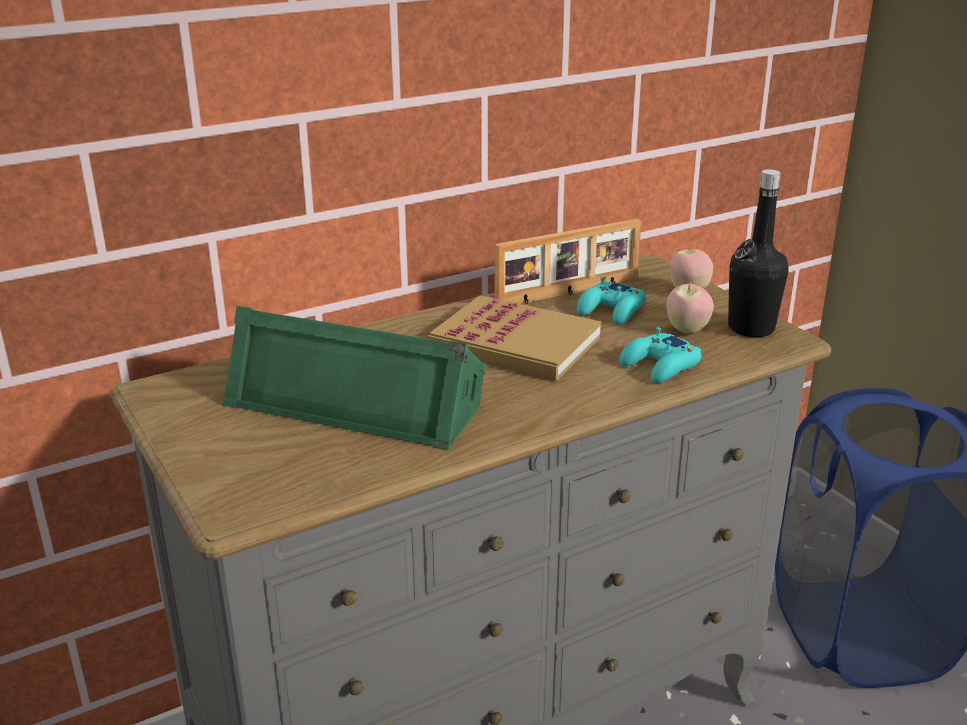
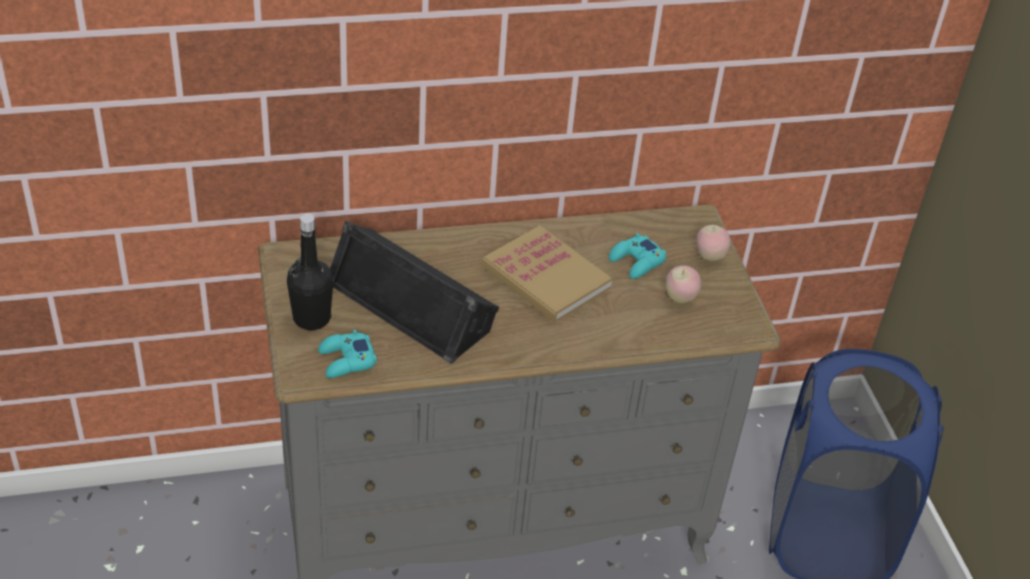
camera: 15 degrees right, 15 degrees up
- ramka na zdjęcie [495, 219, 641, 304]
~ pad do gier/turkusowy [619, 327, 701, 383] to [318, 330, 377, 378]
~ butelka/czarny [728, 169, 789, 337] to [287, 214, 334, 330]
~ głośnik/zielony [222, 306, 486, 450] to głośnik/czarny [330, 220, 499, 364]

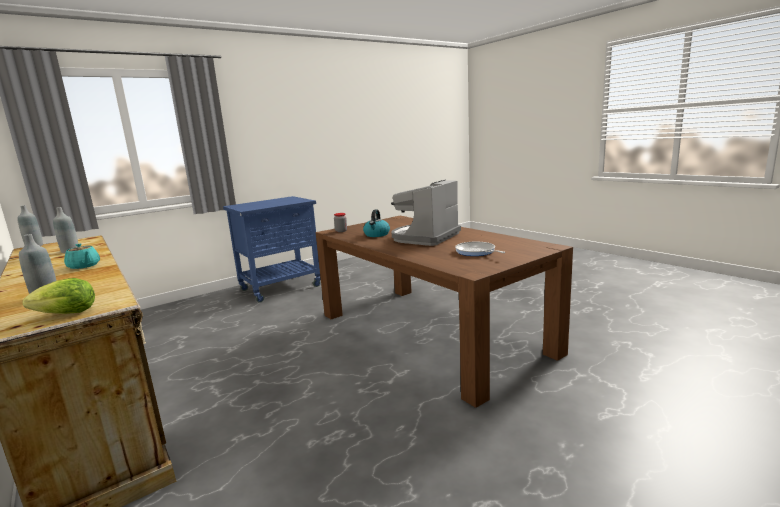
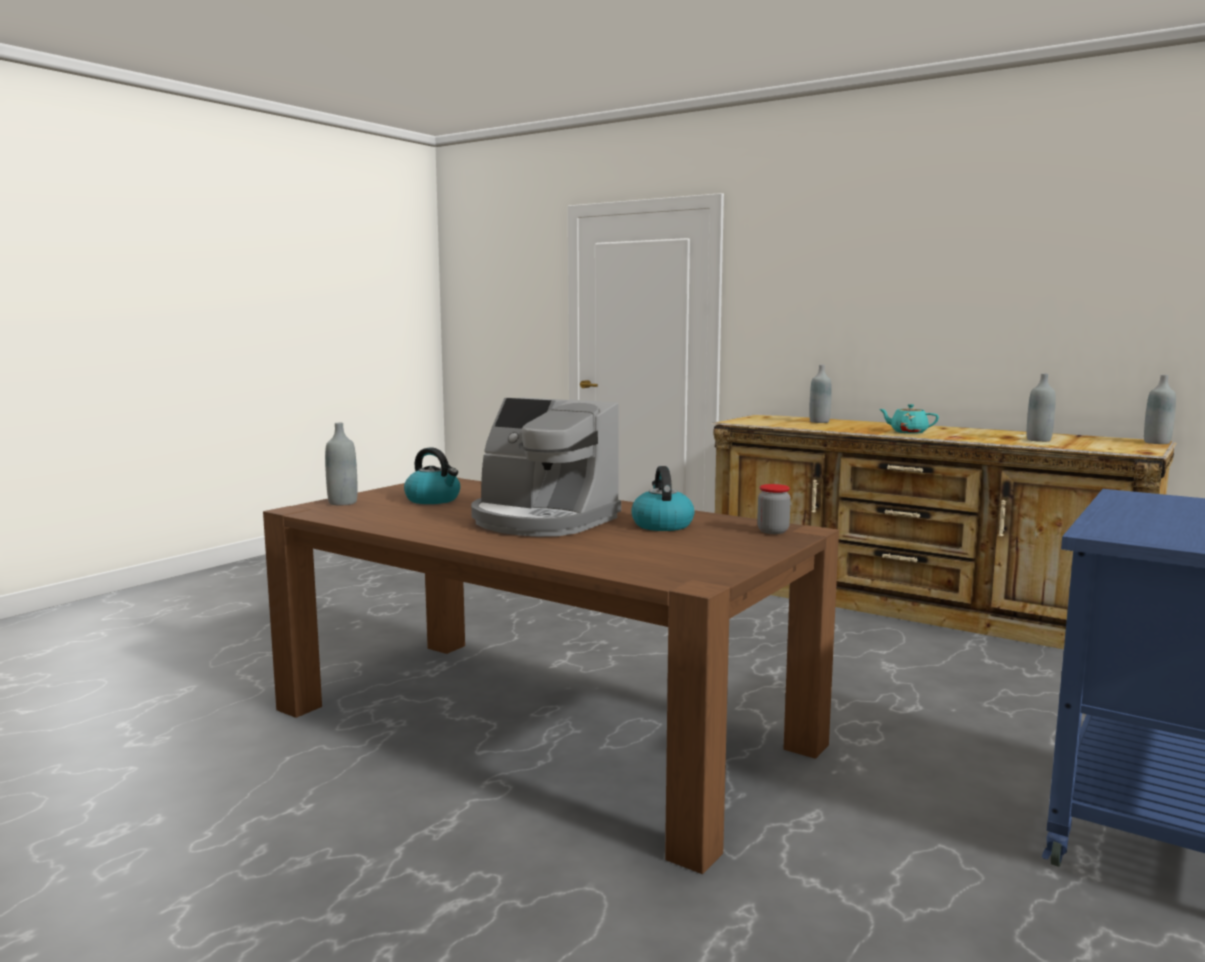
camera: 160 degrees right, 5 degrees down
- sałata [22, 278, 95, 314]
+ butelka/szary [325, 423, 358, 505]
~ patelnia [455, 242, 505, 256] to czajnik [404, 447, 460, 504]
~ ekspres do kawy [391, 180, 461, 246] = [471, 397, 621, 537] 105 degrees clockwise

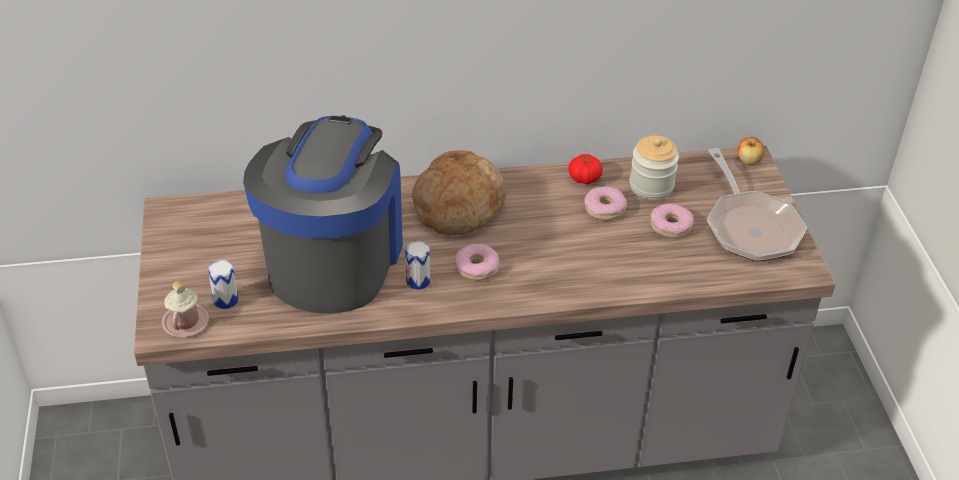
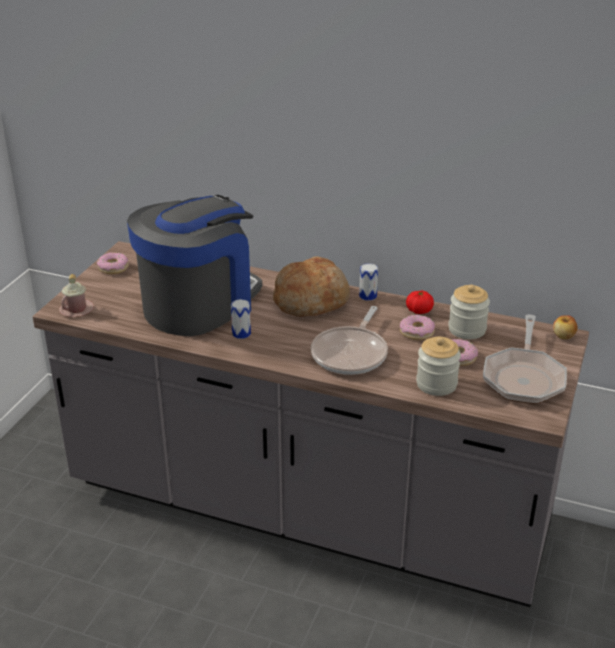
camera: 30 degrees right, 10 degrees down
+ patelnia [311, 306, 388, 375]
+ słoik [416, 337, 461, 396]
~ puszka [208, 260, 239, 309] to [359, 263, 378, 301]
~ donut [456, 244, 499, 280] to [97, 253, 129, 274]

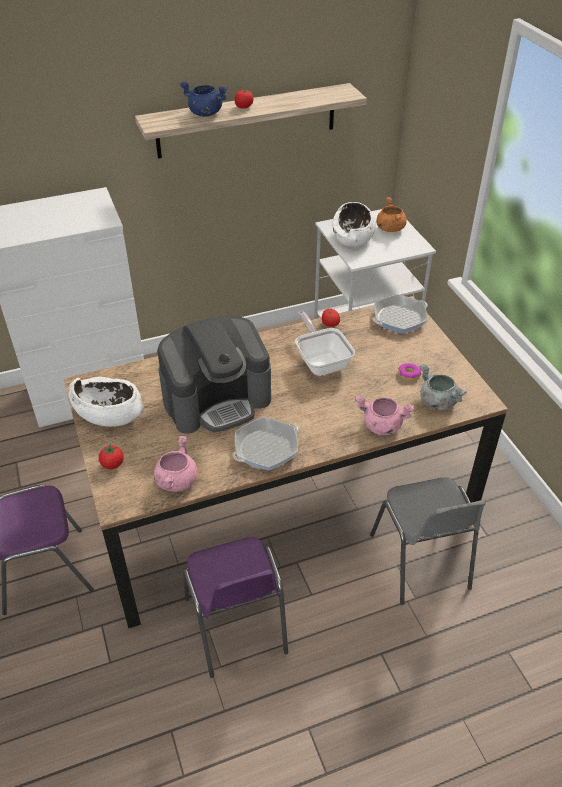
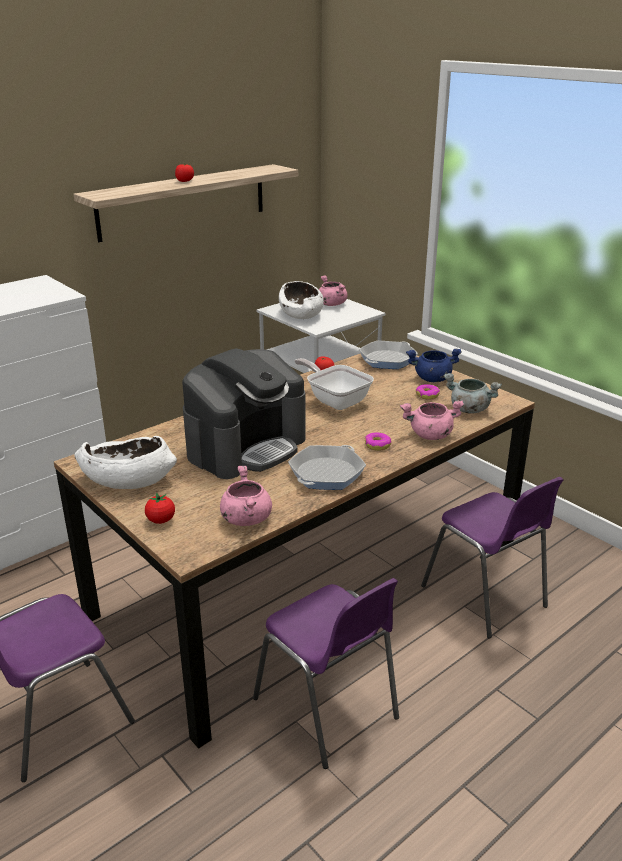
camera: 20 degrees left, 15 degrees down
+ donut [365, 432, 391, 451]
~ garnek/niebieski [180, 81, 228, 117] to [406, 348, 462, 382]
~ krzesło/szary [370, 477, 486, 605] to krzesło/fioletowy [421, 477, 564, 638]
~ garnek/pomarańczowy [376, 197, 407, 232] to garnek/różowy [319, 276, 347, 306]

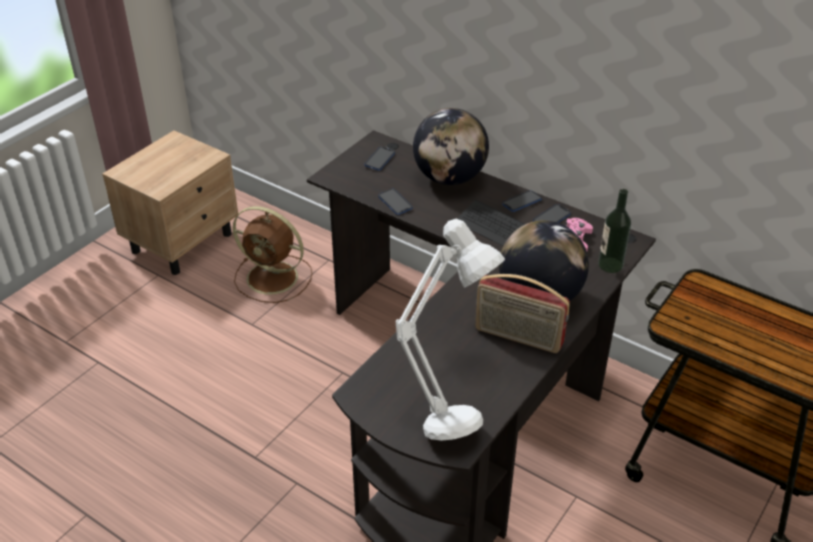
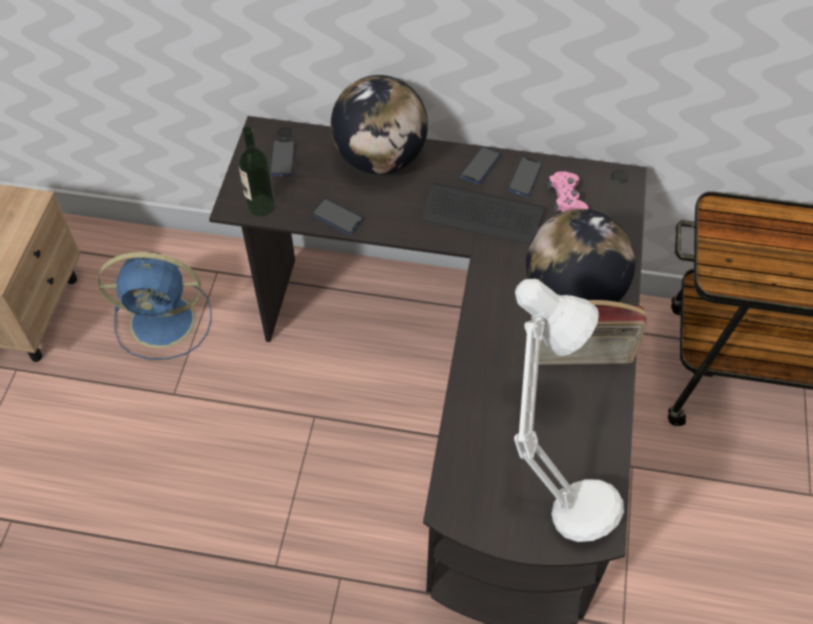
camera: 25 degrees left, 15 degrees up
~ butelka [598, 189, 631, 273] to [238, 126, 276, 216]
~ wentylator/brązowy [233, 206, 312, 303] to wentylator/niebieski [98, 252, 211, 359]

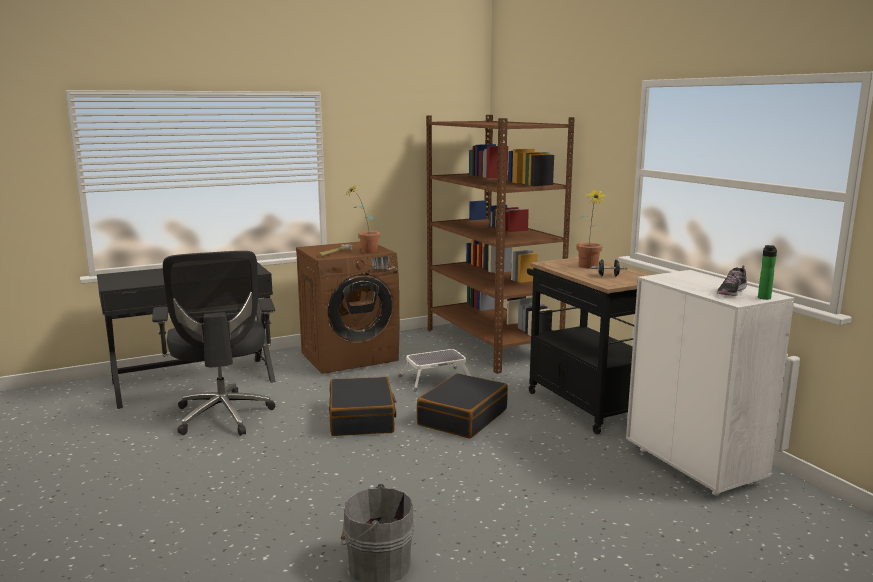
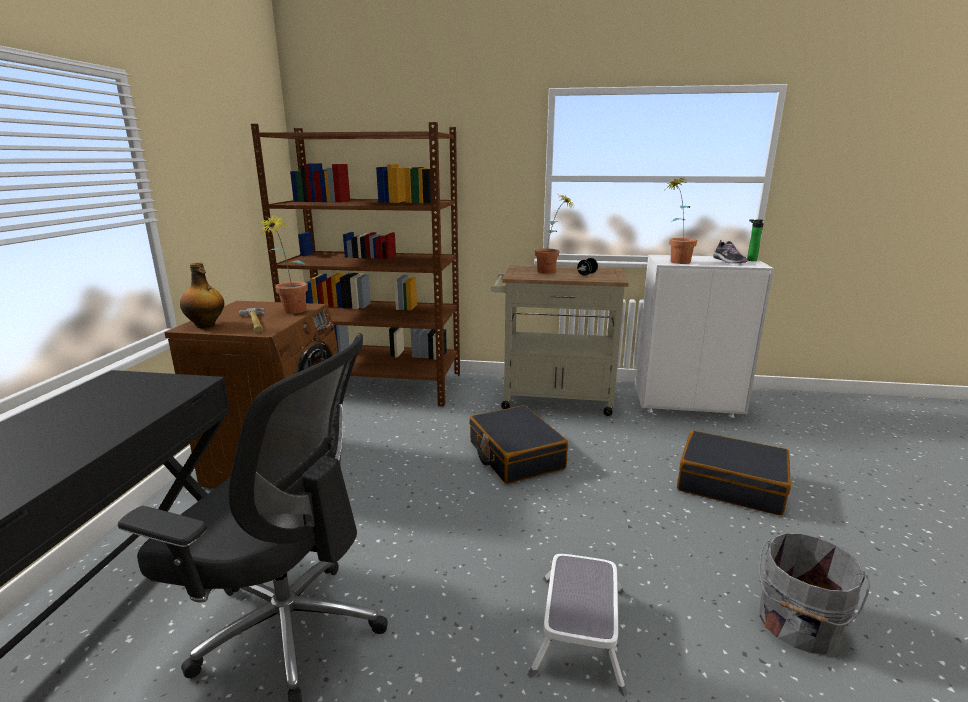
camera: 55 degrees left, 5 degrees up
+ butelka [180, 262, 224, 328]
+ roślina doniczkowa [665, 176, 697, 264]
~ walizka/czarny [329, 377, 397, 436] to [677, 430, 791, 516]
~ drabinka/szary [398, 349, 471, 392] to [528, 554, 627, 697]
~ wózek/czarny [527, 257, 649, 435] to wózek/beżowy [490, 265, 629, 416]

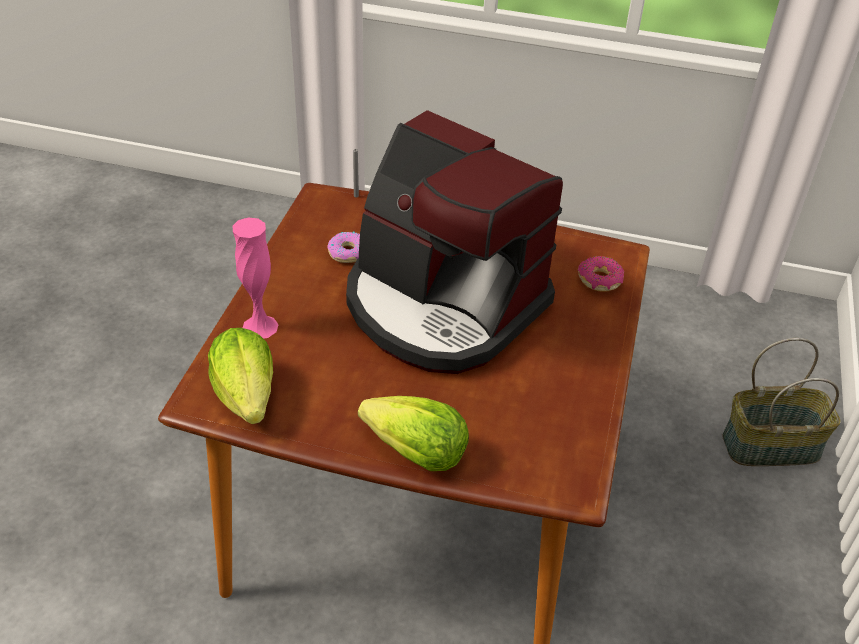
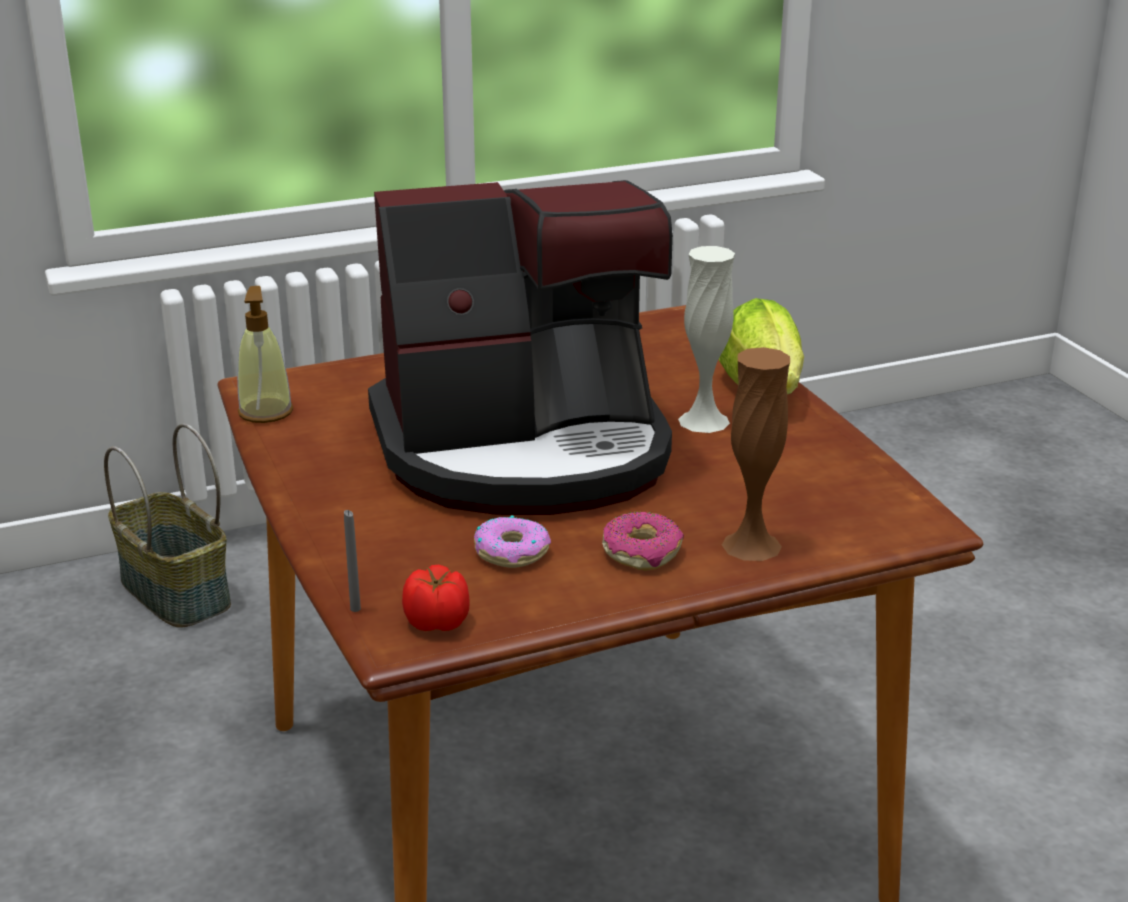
camera: 125 degrees left, 15 degrees down
- sałata [208, 328, 273, 424]
+ dozownik mydła [237, 286, 293, 423]
+ pomidor [402, 564, 470, 631]
+ wazon/biały [678, 246, 735, 433]
~ donut [578, 256, 624, 291] to [602, 512, 684, 571]
~ wazon/różowy [232, 217, 279, 339] to wazon/brązowy [722, 347, 790, 561]
~ ekspres do kawy [346, 110, 563, 374] = [368, 180, 673, 515] 75 degrees clockwise

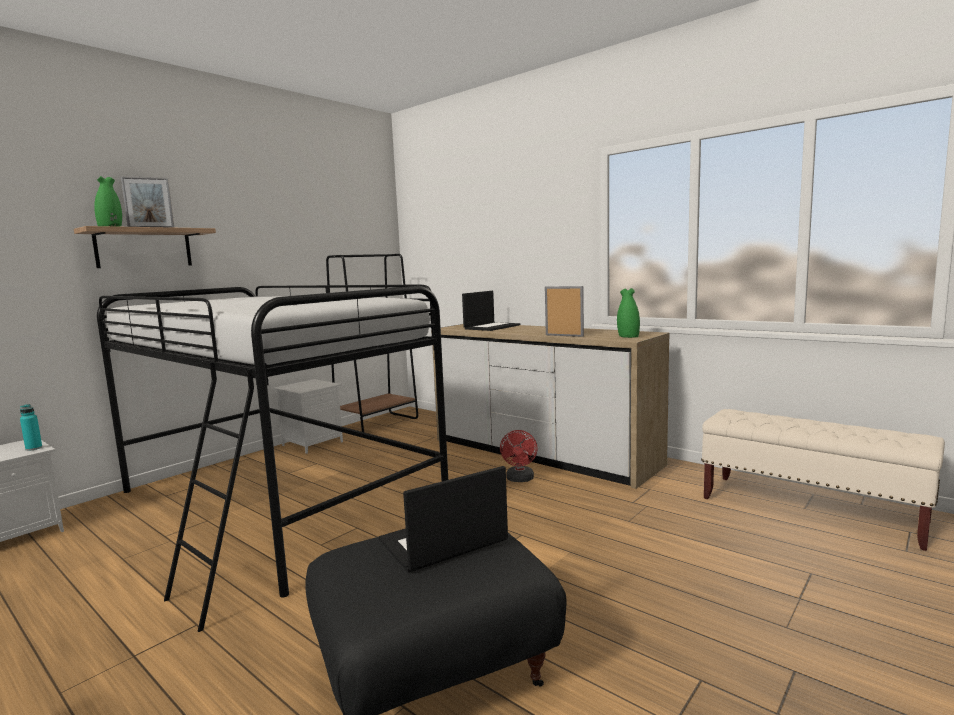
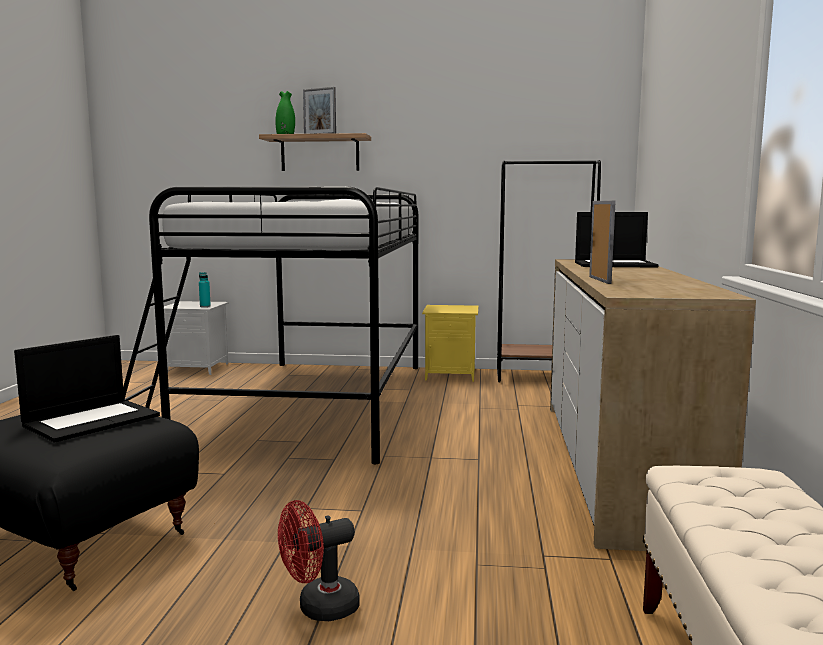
camera: 55 degrees right, 0 degrees up
- wazon/zielony [617, 288, 640, 338]
~ wentylator/czerwony [500, 430, 538, 482] to [278, 500, 359, 621]
~ szafka nocna/szary [273, 379, 343, 454] to szafka nocna/żółty [422, 305, 478, 382]
~ laptop [379, 466, 508, 573] = [14, 335, 160, 443] 105 degrees clockwise

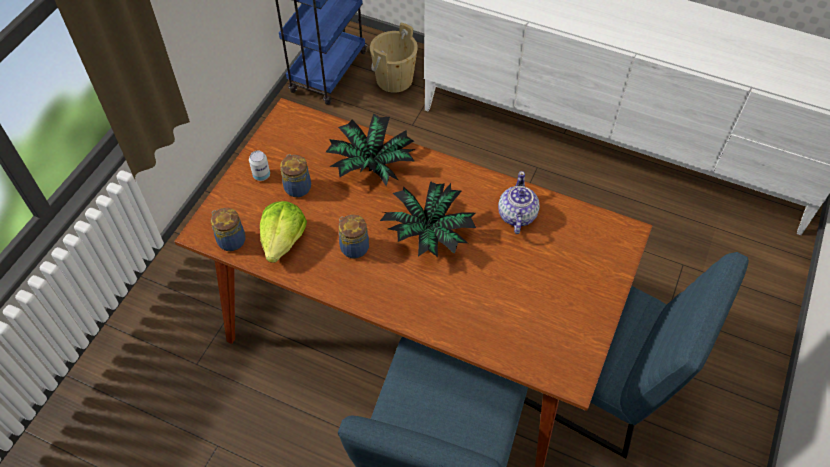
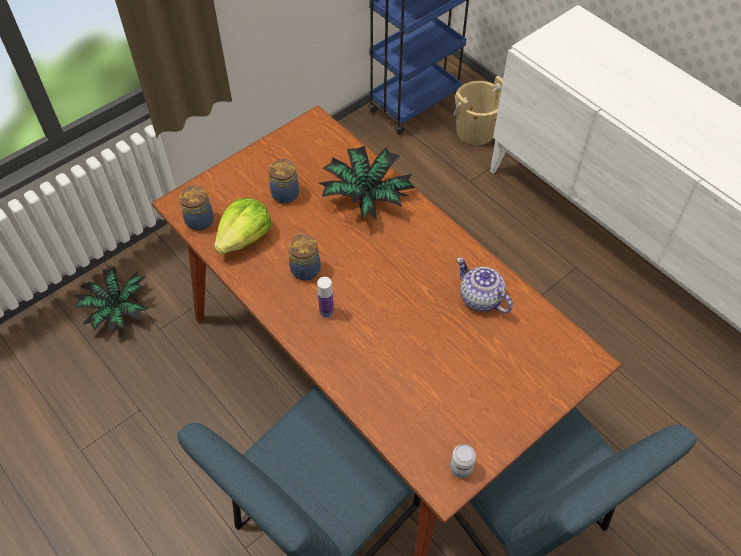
camera: 25 degrees right, 0 degrees up
+ butelka [317, 277, 334, 318]
~ puszka [249, 151, 270, 181] to [450, 444, 476, 478]
~ roślina doniczkowa [380, 181, 476, 257] to [74, 267, 149, 334]
~ imbryk [498, 171, 540, 234] = [456, 257, 513, 313] 75 degrees counterclockwise

